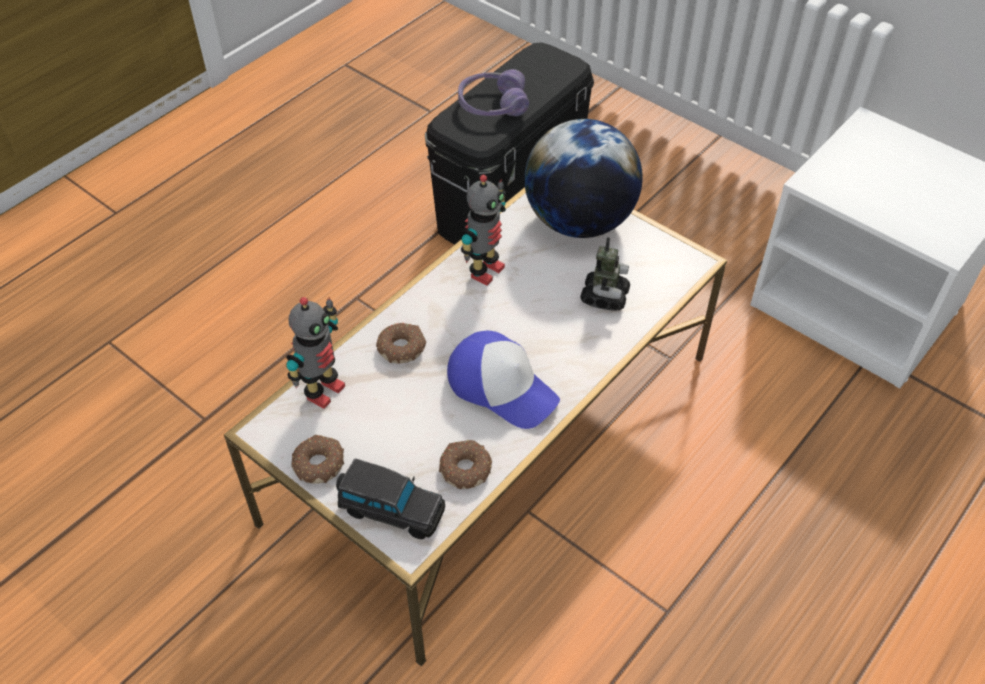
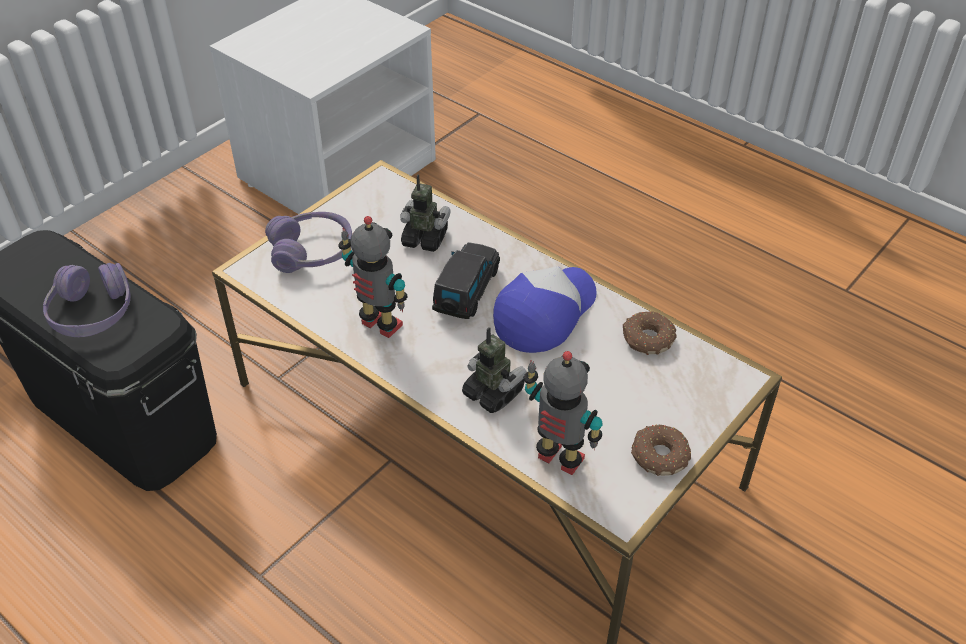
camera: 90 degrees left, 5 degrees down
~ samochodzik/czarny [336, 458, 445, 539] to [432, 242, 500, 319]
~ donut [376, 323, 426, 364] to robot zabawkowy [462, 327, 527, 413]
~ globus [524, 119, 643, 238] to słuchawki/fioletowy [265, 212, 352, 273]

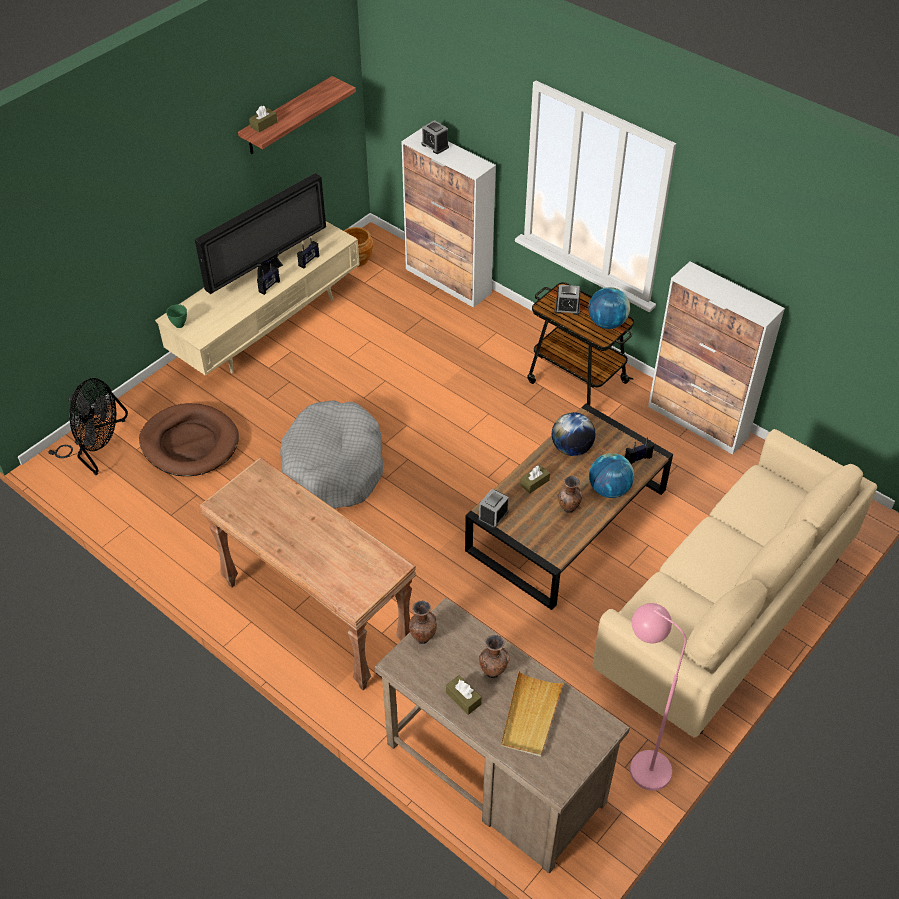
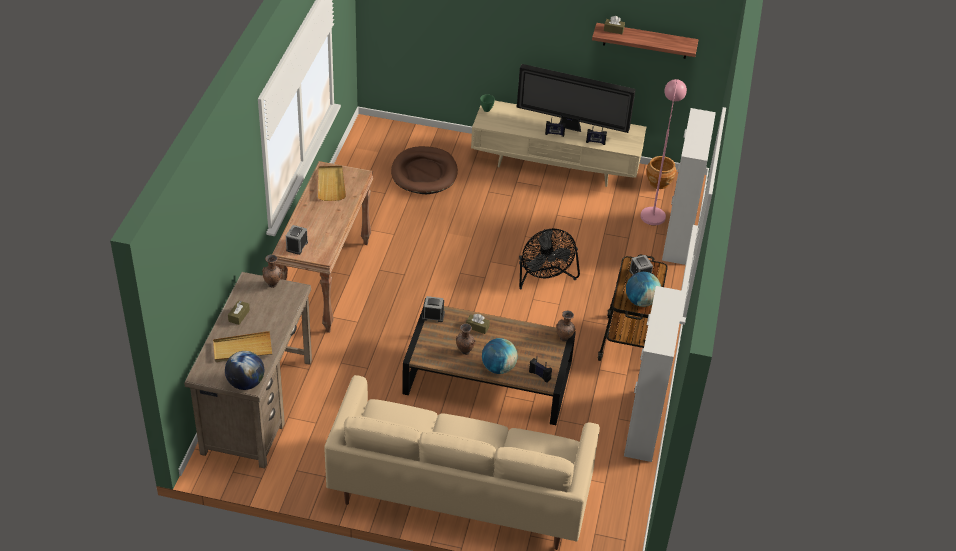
camera: 60 degrees right, 5 degrees down
- legowisko/szary [280, 400, 383, 509]
+ taca/beżowy [318, 166, 346, 201]
~ wentylator/czarny [48, 378, 128, 475] to [519, 228, 580, 290]
~ budzik [422, 120, 449, 154] to [286, 225, 308, 255]
~ wazon/brązowy [479, 635, 509, 678] to [557, 310, 575, 342]
~ globus [552, 412, 595, 456] to [225, 351, 264, 390]
~ lampa stojąca/różowy [630, 603, 687, 791] to [640, 79, 687, 225]

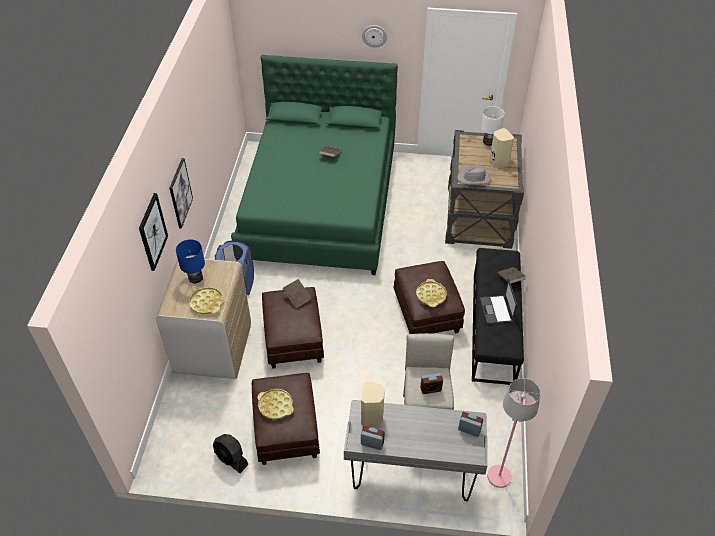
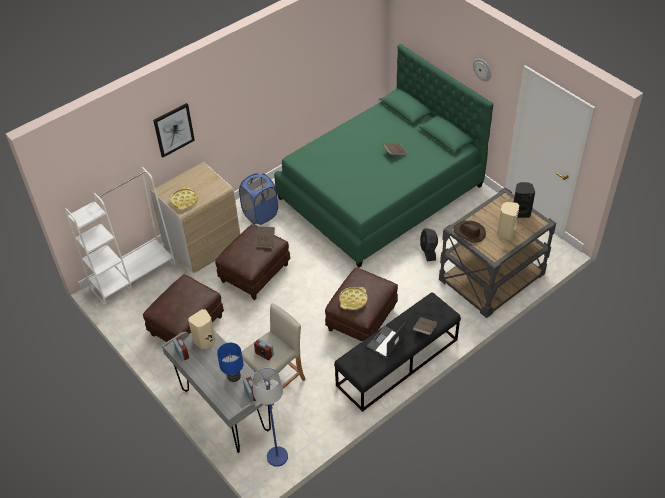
camera: 45 degrees right, 0 degrees up
- obraz [169, 158, 193, 229]
- taca/żółty [258, 389, 294, 420]
+ wieszak/biały [65, 167, 175, 306]
~ lampa stołowa/niebieski [176, 239, 205, 283] to [217, 343, 243, 382]
~ wentylator/czarny [213, 434, 249, 473] to [420, 228, 438, 261]
~ lampa stołowa/biały [481, 106, 504, 146] to głośnik/czarny [514, 182, 535, 218]
~ kapelusz/szary [457, 166, 491, 185] to kapelusz/brązowy [453, 221, 486, 243]
~ lampa stojąca/różowy [487, 378, 541, 488] to lampa stojąca/niebieski [253, 368, 288, 467]

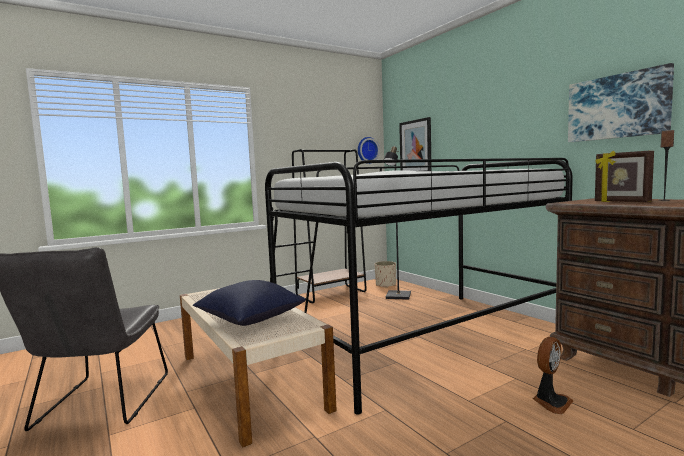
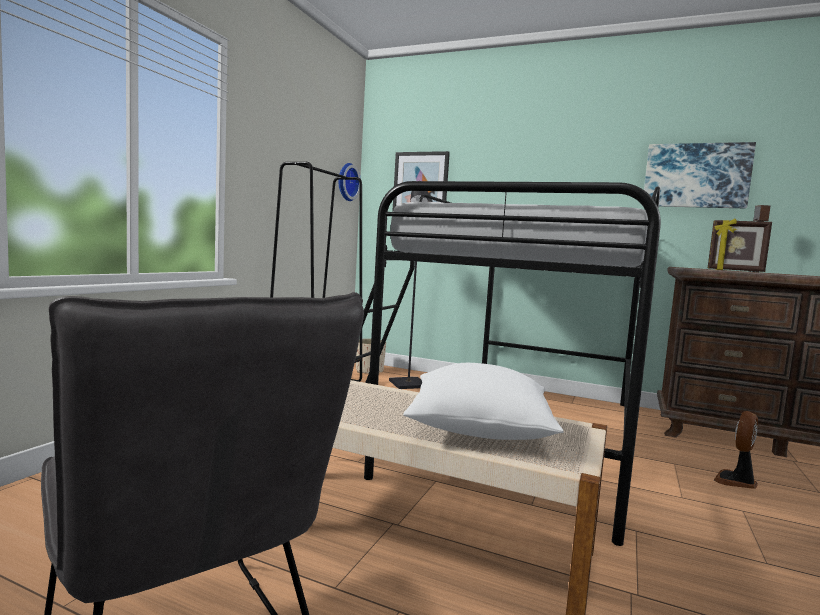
camera: 35 degrees left, 0 degrees up
~ poduszka/niebieski [193, 280, 306, 326] to poduszka/biały [403, 363, 563, 440]
~ wentylator [532, 337, 573, 415] = [714, 411, 758, 489] 150 degrees counterclockwise

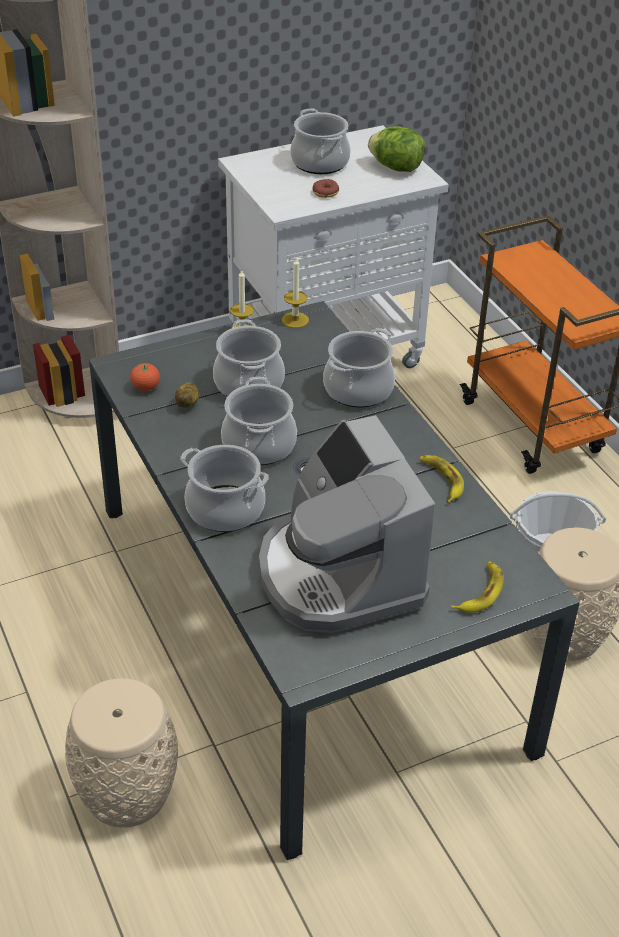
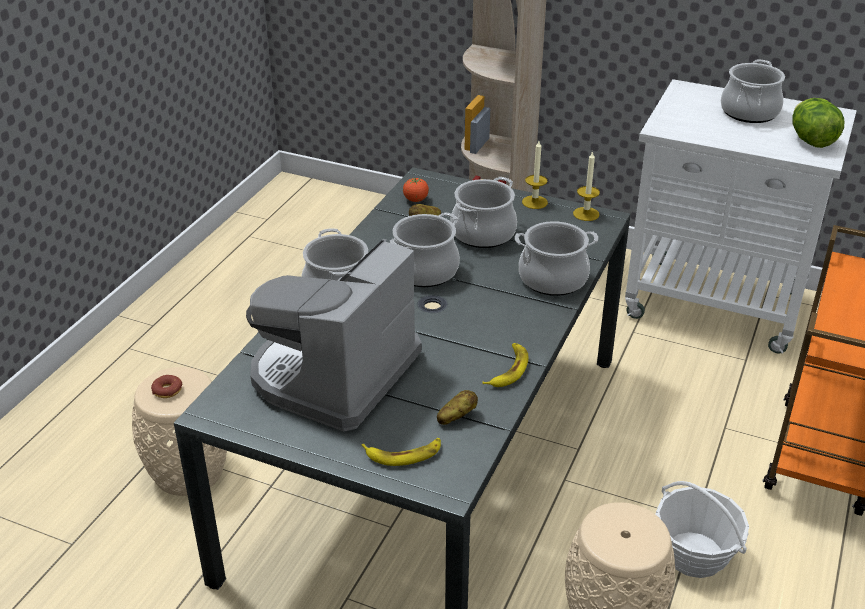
camera: 50 degrees right, 5 degrees down
+ ziemniak [437, 390, 478, 425]
~ donut [313, 179, 339, 198] to [151, 375, 182, 398]

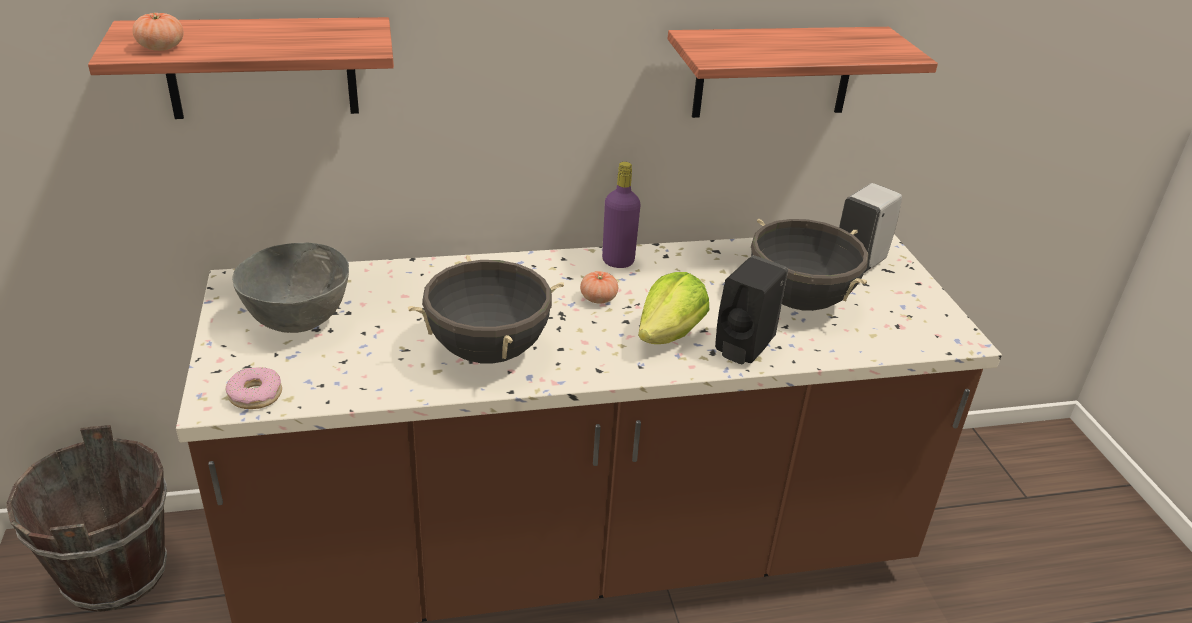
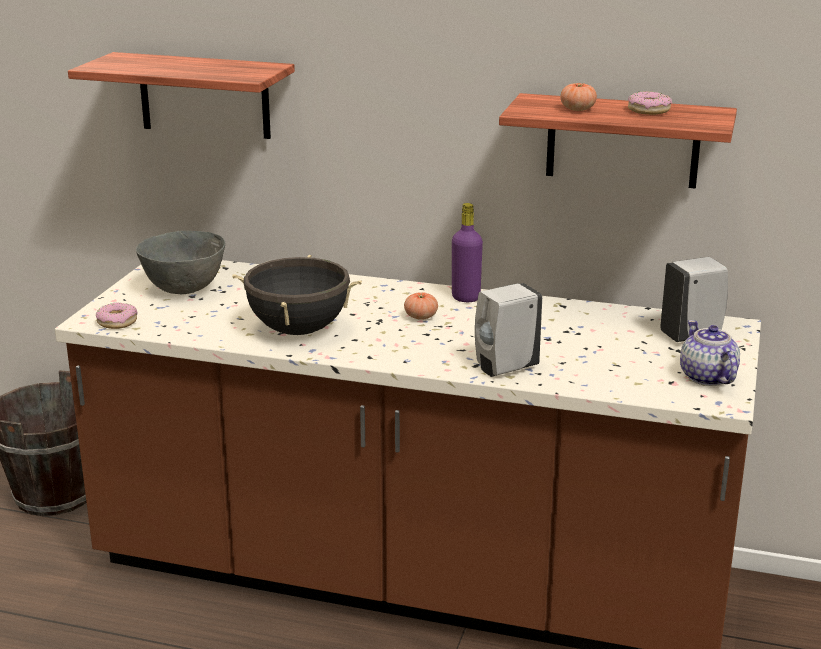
camera: 30 degrees right, 10 degrees down
- sałata [638, 272, 709, 344]
- garnek/czarny [751, 219, 868, 311]
+ donut [628, 91, 672, 115]
+ imbryk [680, 320, 740, 386]
~ pomidor [133, 13, 184, 51] to [560, 82, 597, 111]
~ dozownik mydła/czarny [715, 255, 788, 364] to dozownik mydła/biały [475, 283, 542, 377]

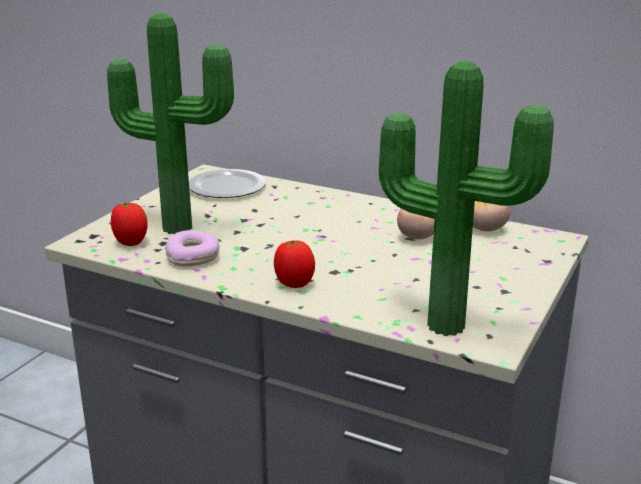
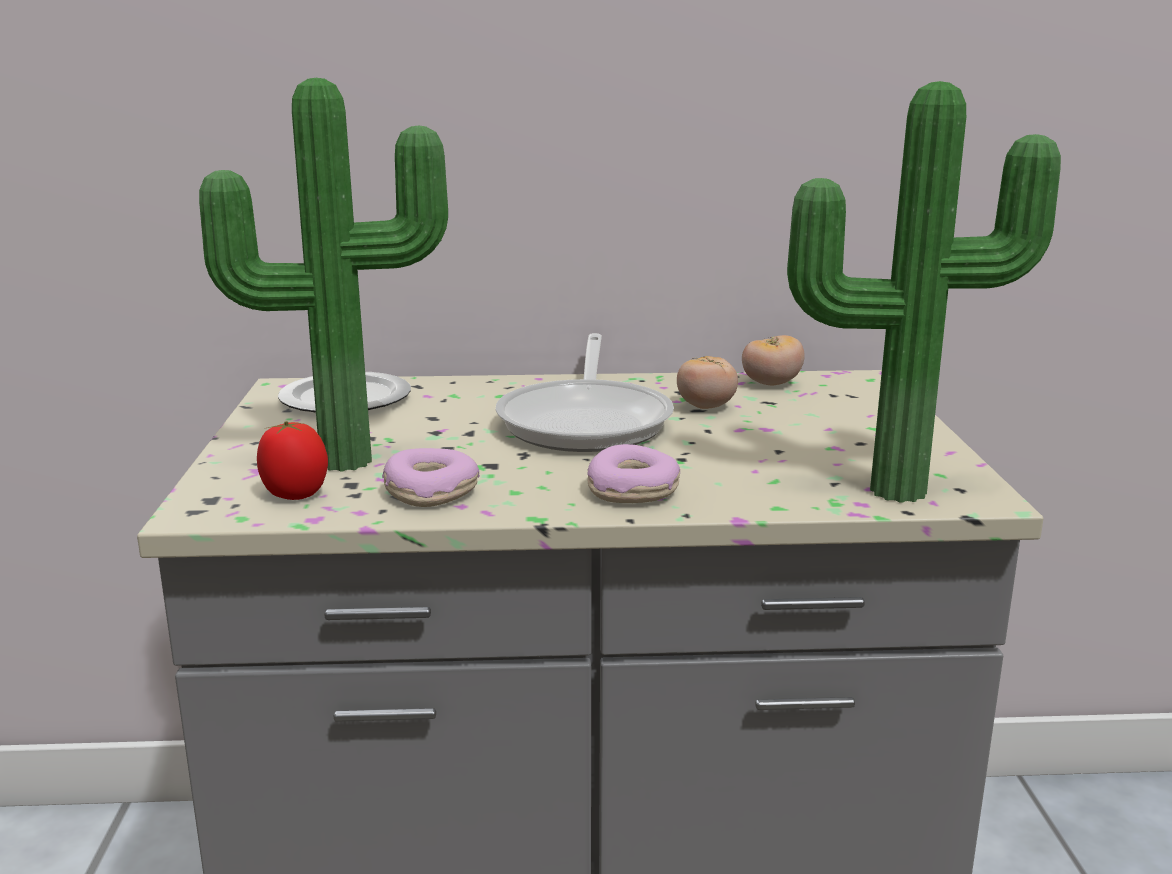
camera: 30 degrees left, 5 degrees down
+ patelnia [495, 333, 674, 452]
~ pomidor [274, 240, 315, 288] to donut [588, 444, 680, 503]

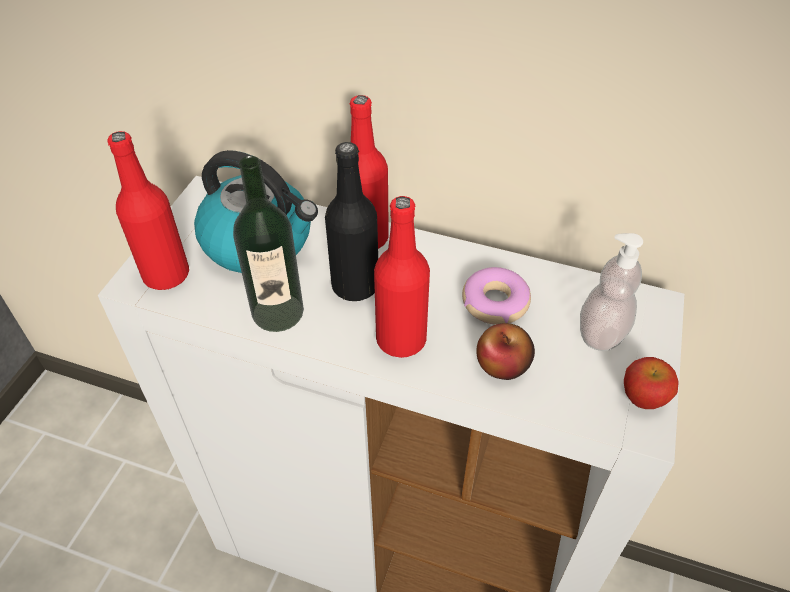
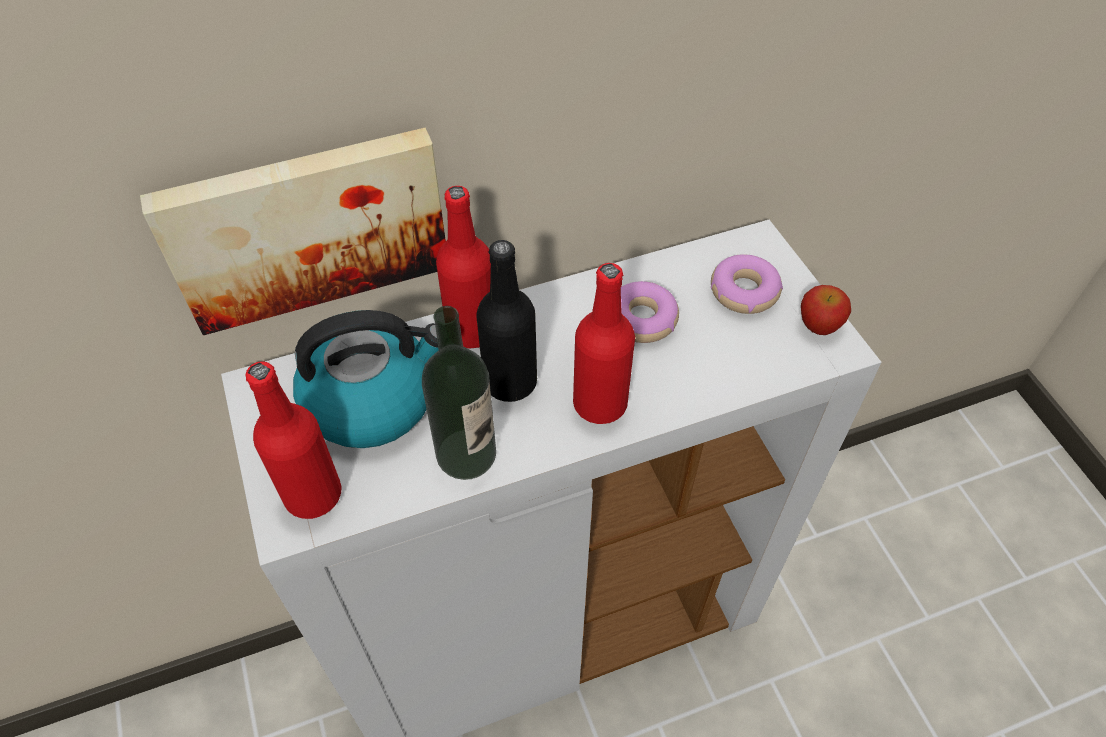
camera: 40 degrees left, 5 degrees up
- jabłko [476, 323, 535, 380]
+ obraz [140, 128, 446, 335]
~ dozownik mydła [580, 233, 643, 351] to donut [711, 254, 783, 314]

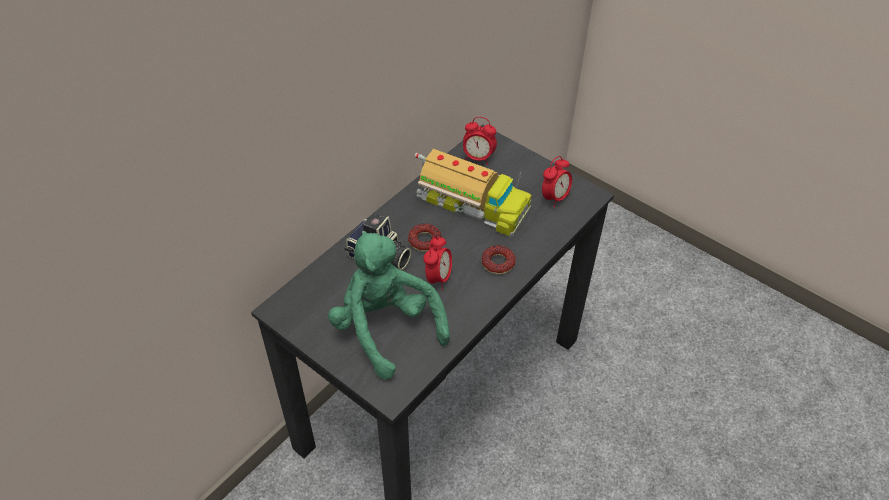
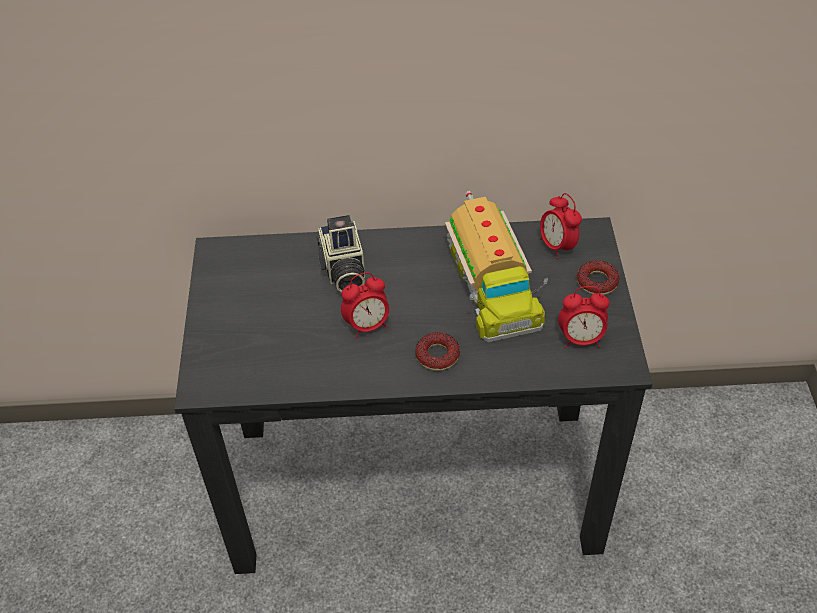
camera: 50 degrees right, 0 degrees up
- pluszak/zielony [328, 231, 450, 380]
~ donut [408, 223, 441, 252] to [577, 260, 620, 295]

